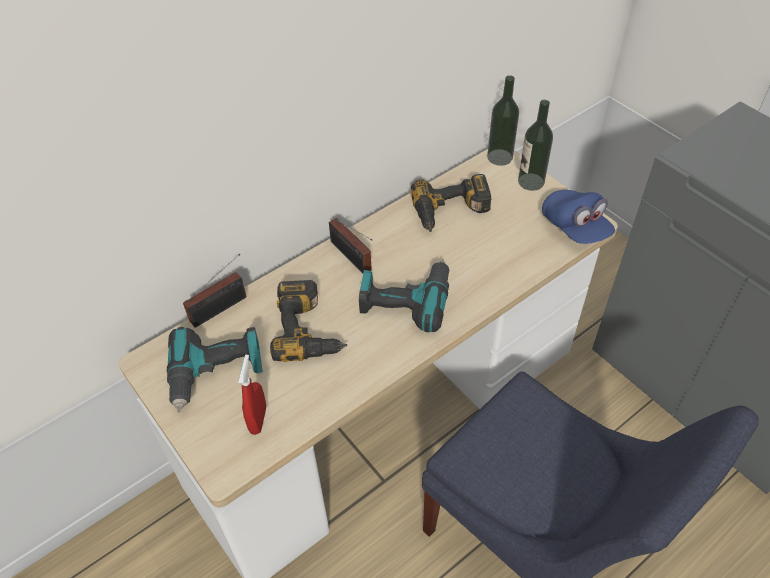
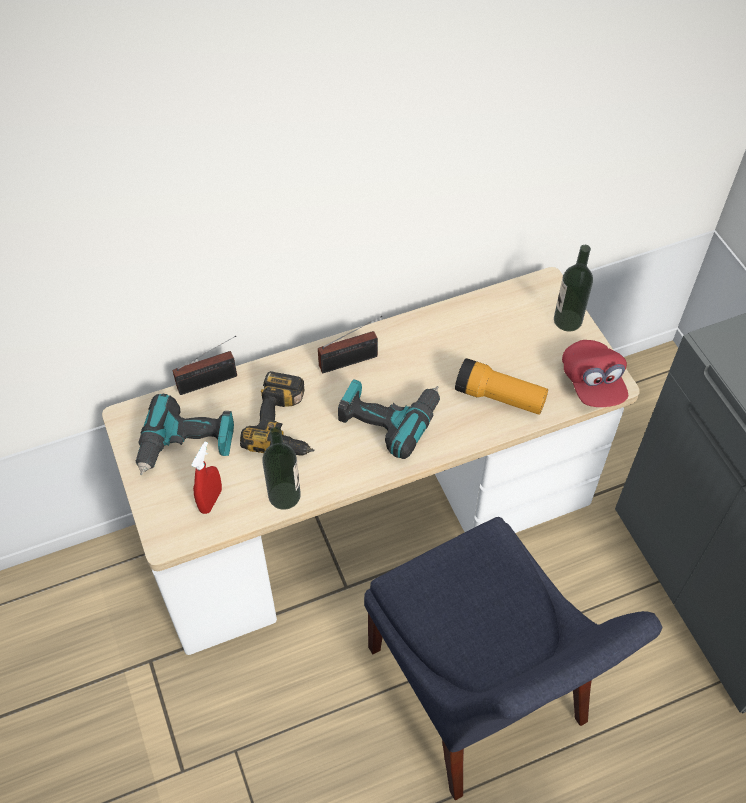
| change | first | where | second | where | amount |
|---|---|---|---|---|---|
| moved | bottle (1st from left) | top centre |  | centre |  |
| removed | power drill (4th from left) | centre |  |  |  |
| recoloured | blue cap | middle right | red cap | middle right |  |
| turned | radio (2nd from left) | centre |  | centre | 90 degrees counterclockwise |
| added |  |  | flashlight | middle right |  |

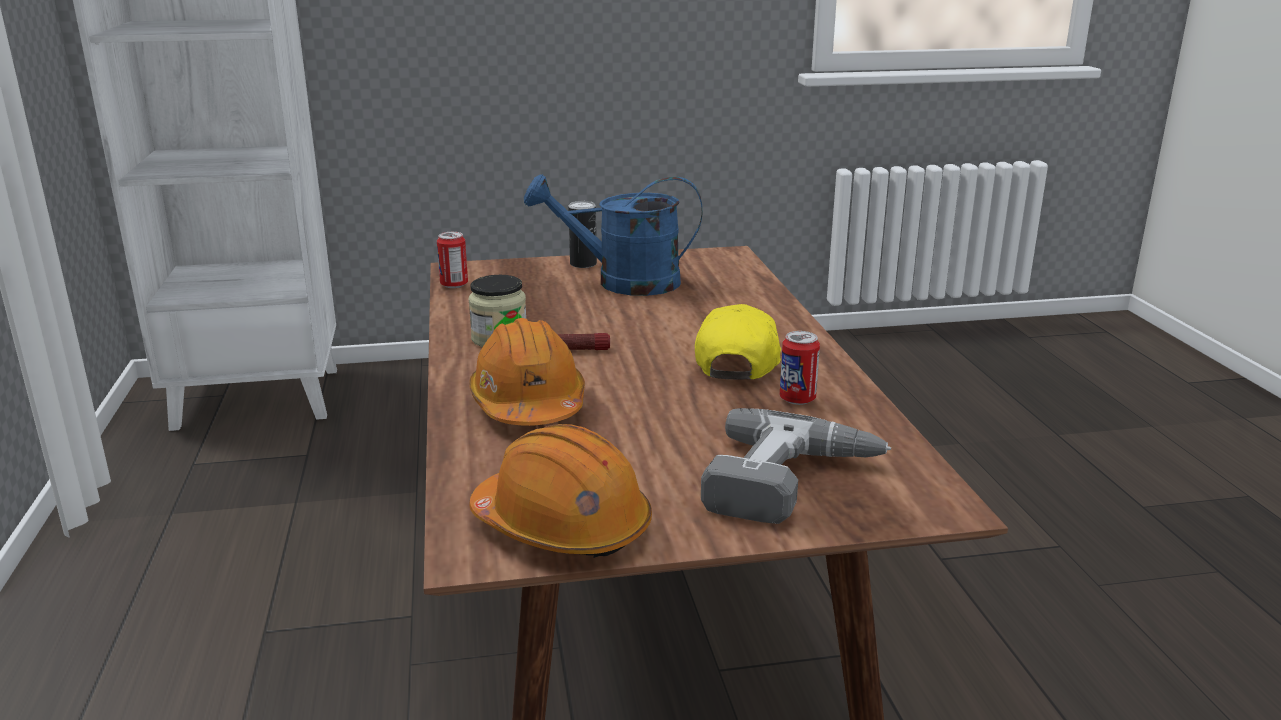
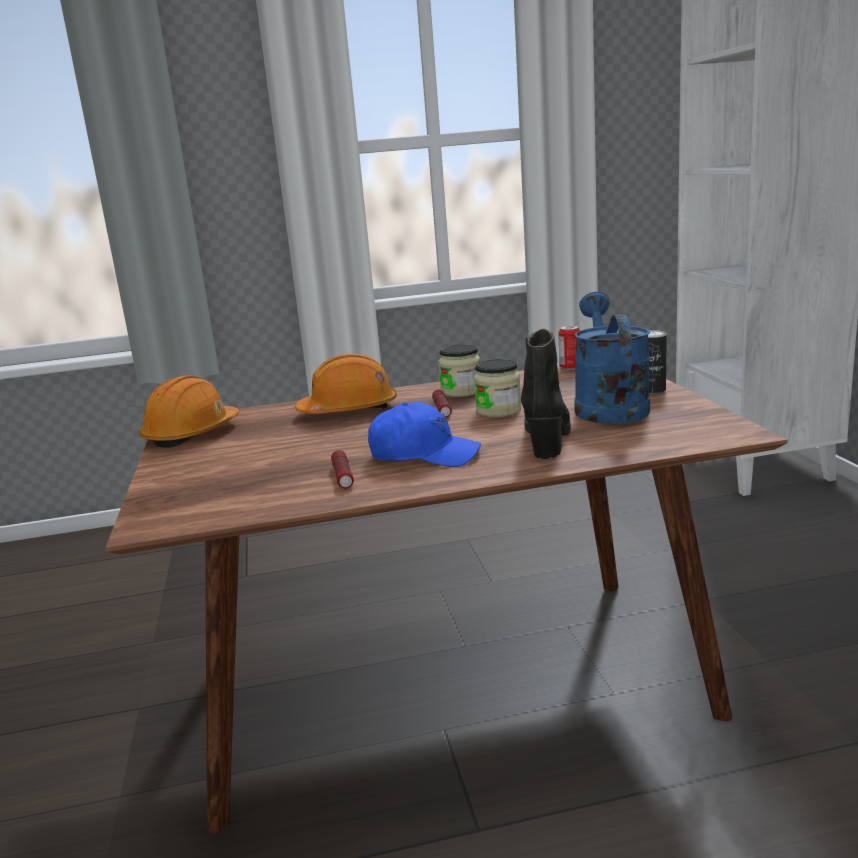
| change | first | where | second | where | amount |
|---|---|---|---|---|---|
| recoloured | yellow cap | centre | blue cap | centre |  |
| replaced | can (3rd from left) | centre | flashlight (1st from left) | centre |  |
| removed | power drill | centre |  |  |  |
| added |  |  | black boot | centre |  |
| added |  |  | jar (2nd from left) | centre |  |

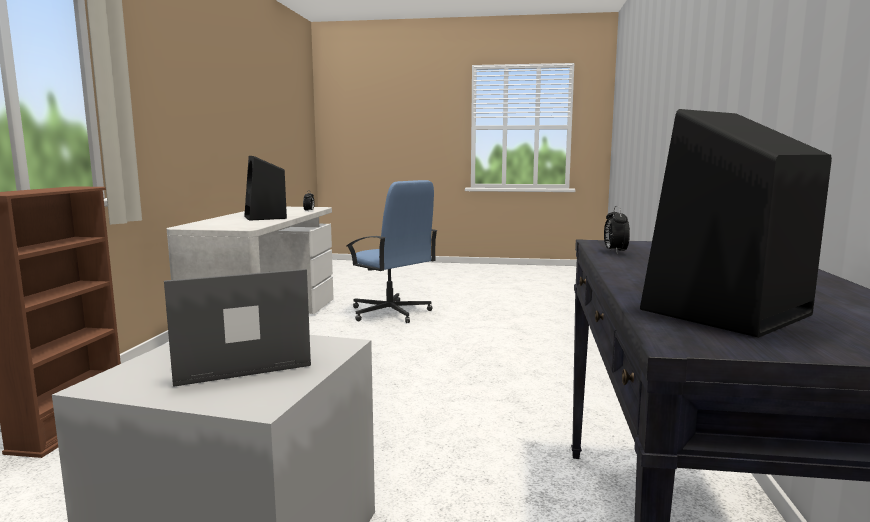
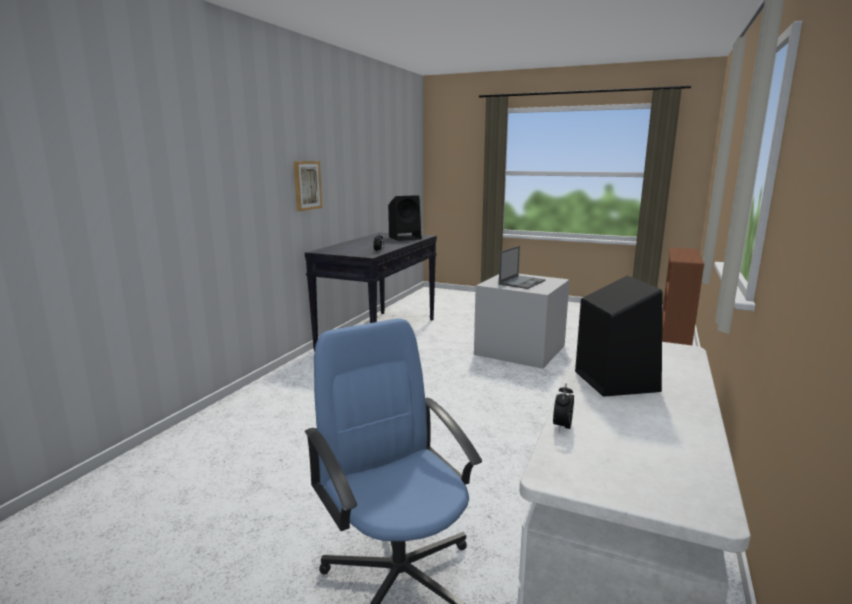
| change | first | where | second | where | amount |
|---|---|---|---|---|---|
| turned | laptop | middle left |  | centre | 45 degrees counterclockwise |
| added |  |  | picture | top centre |  |

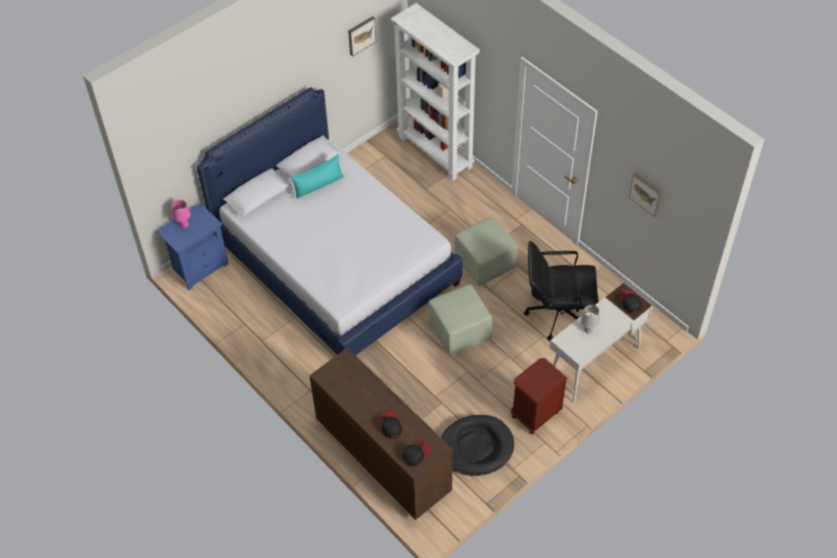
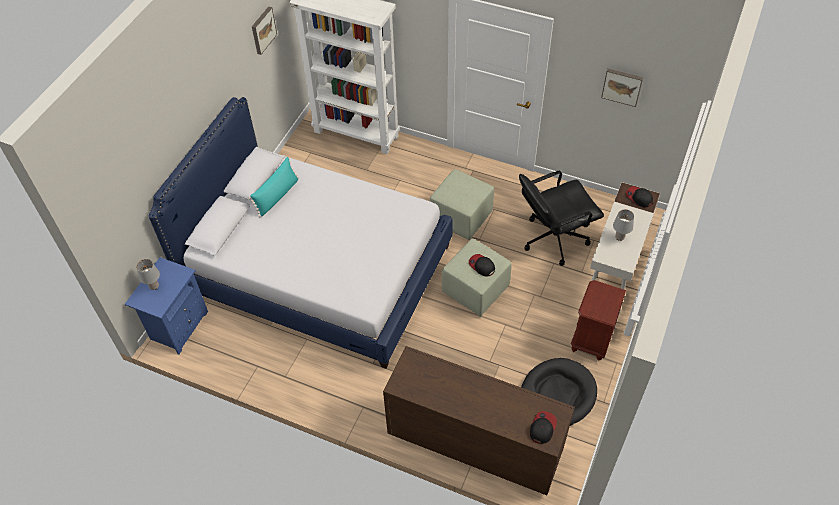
| change | first | where | second | where | amount |
|---|---|---|---|---|---|
| recoloured | pink table lamp | middle left | grey table lamp (1st from left) | middle left |  |
| moved | cap (1st from left) | bottom centre |  | centre |  |

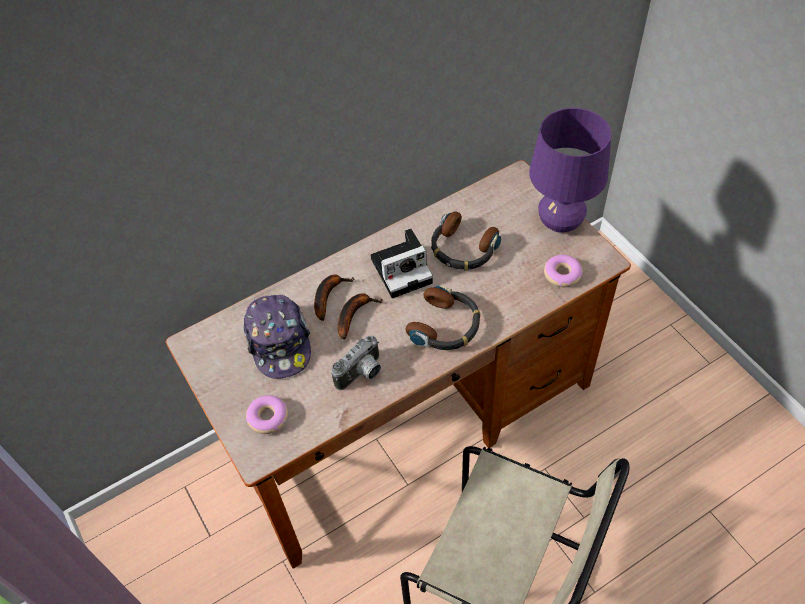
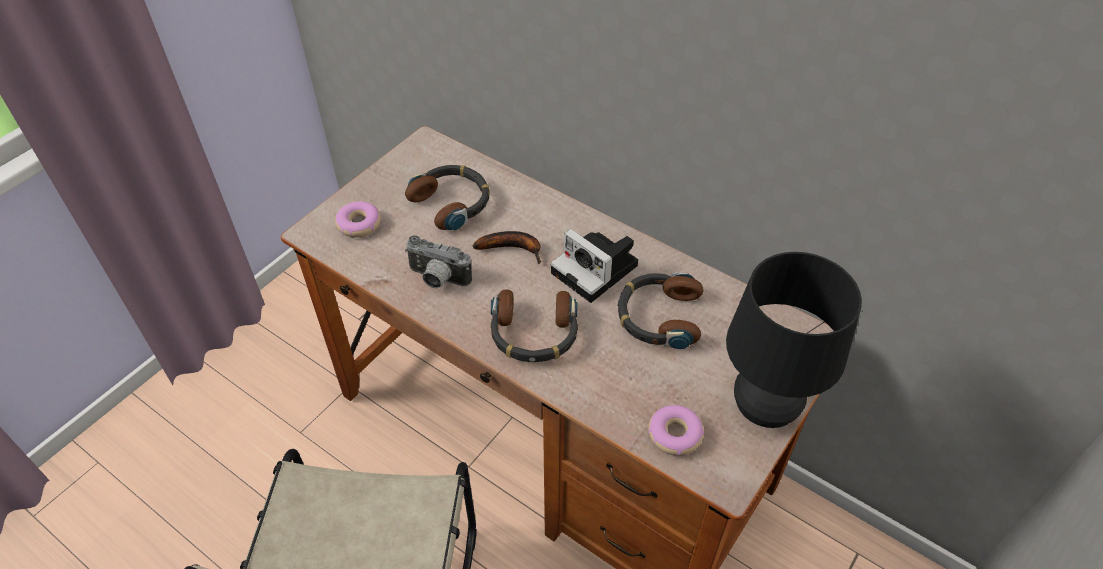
| change | first | where | second | where | amount |
|---|---|---|---|---|---|
| recoloured | purple table lamp | top right | black table lamp | middle right |  |
| removed | banana (1st from left) | centre |  |  |  |
| replaced | cap | centre | headphones (1st from left) | centre |  |

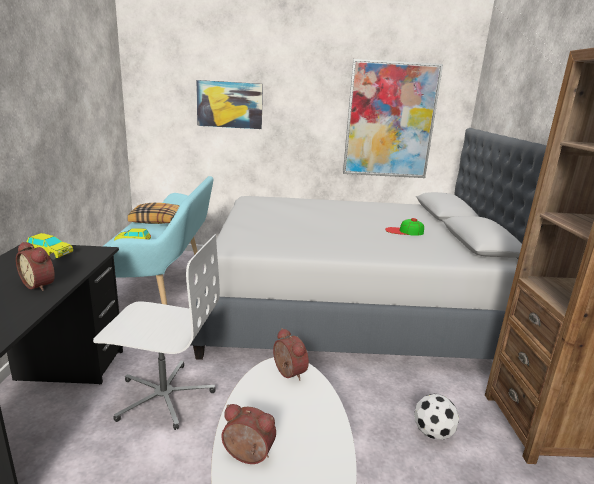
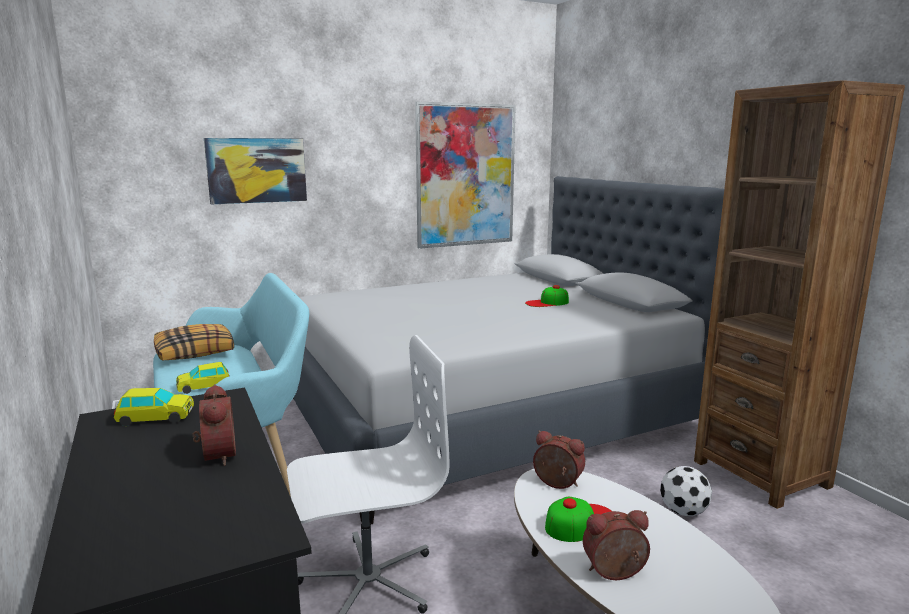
| change | first | where | second | where | amount |
|---|---|---|---|---|---|
| turned | alarm clock (1st from left) | middle left |  | bottom left | 120 degrees counterclockwise |
| added |  |  | cap (2nd from left) | bottom centre |  |

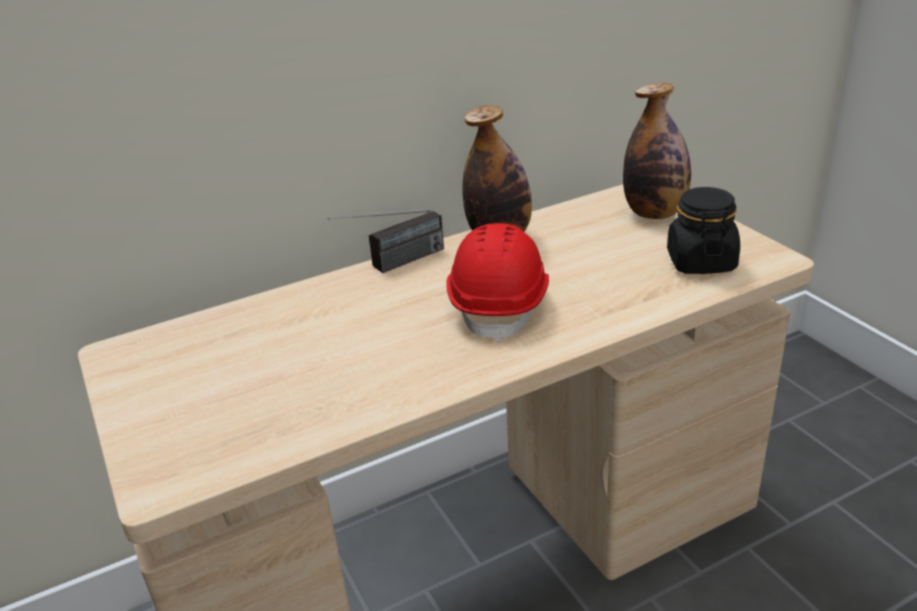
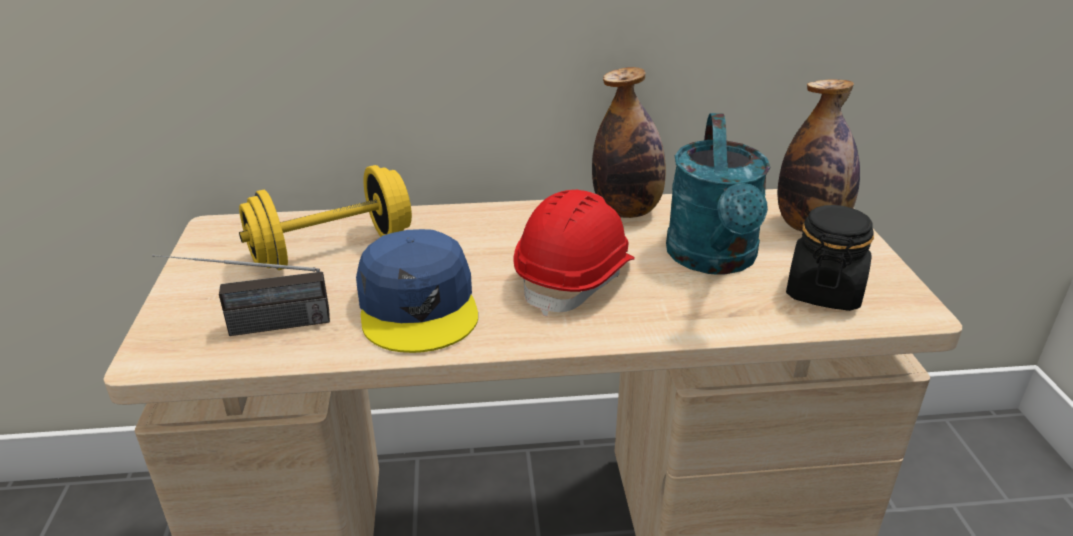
| change | first | where | second | where | amount |
|---|---|---|---|---|---|
| moved | radio | centre |  | middle left |  |
| added |  |  | turquoise watering can | middle right |  |
| added |  |  | yellow dumbbell | middle left |  |
| added |  |  | blue cap | centre |  |

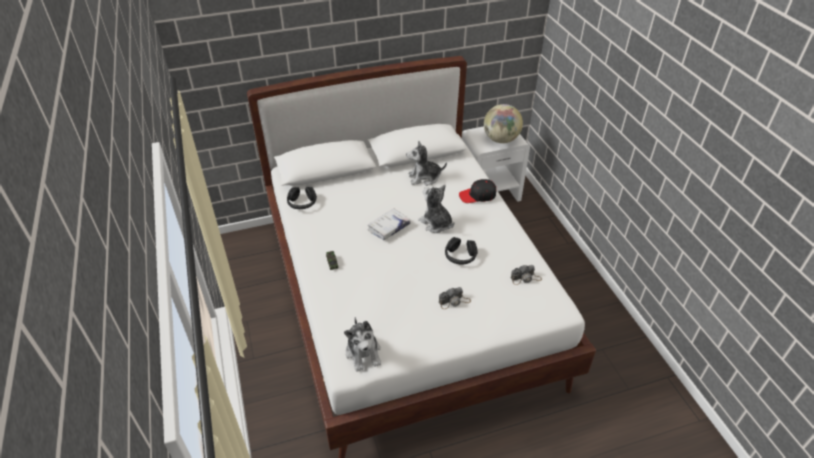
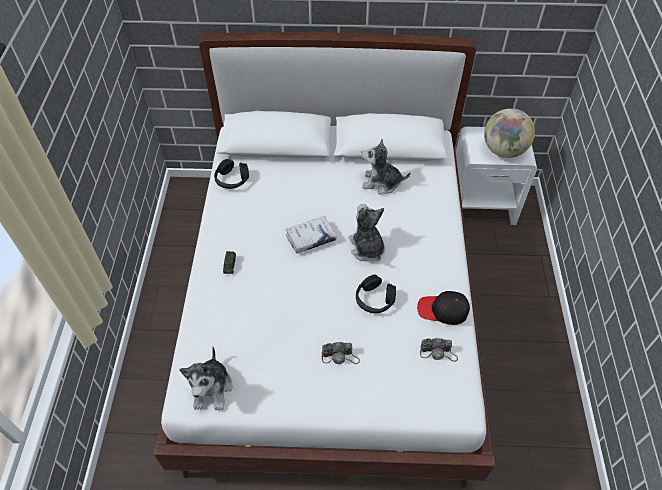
| change | first | where | second | where | amount |
|---|---|---|---|---|---|
| moved | black cap | centre |  | middle right |  |

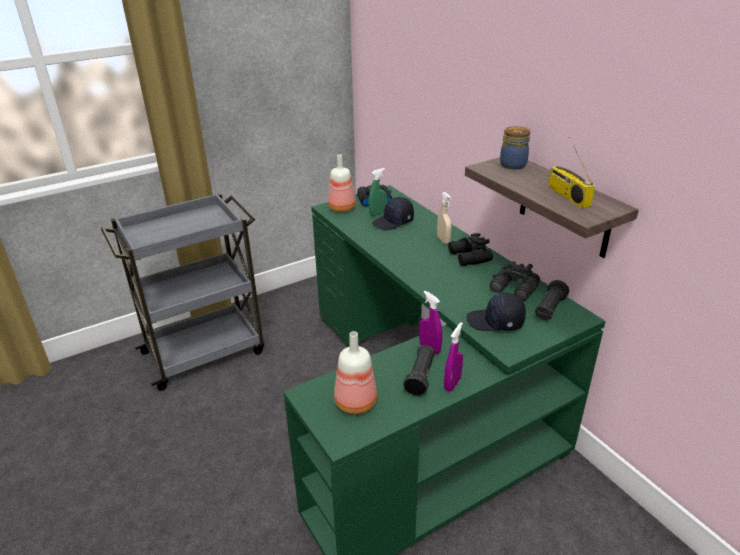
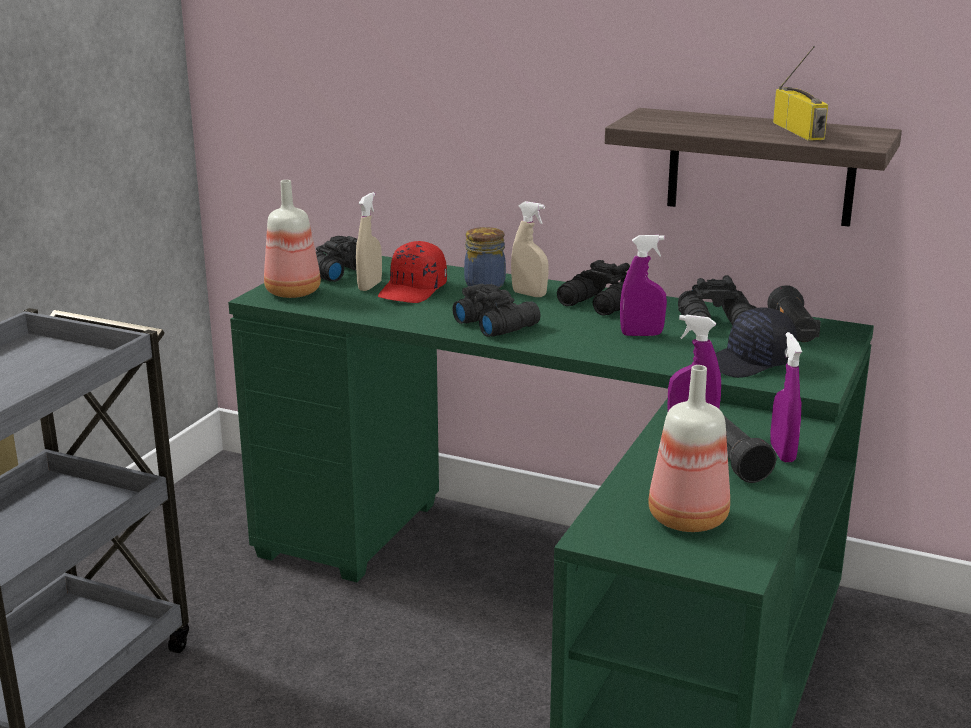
| change | first | where | second | where | amount |
|---|---|---|---|---|---|
| moved | jar | top right |  | centre |  |
| turned | radio | top right |  | top right | 135 degrees counterclockwise |
| recoloured | green spray bottle | centre | beige spray bottle (1st from left) | top centre |  |
| recoloured | black cap (1st from left) | centre | red cap | centre |  |
| added |  |  | purple spray bottle (1st from left) | centre |  |
| added |  |  | black binoculars (2nd from left) | centre |  |

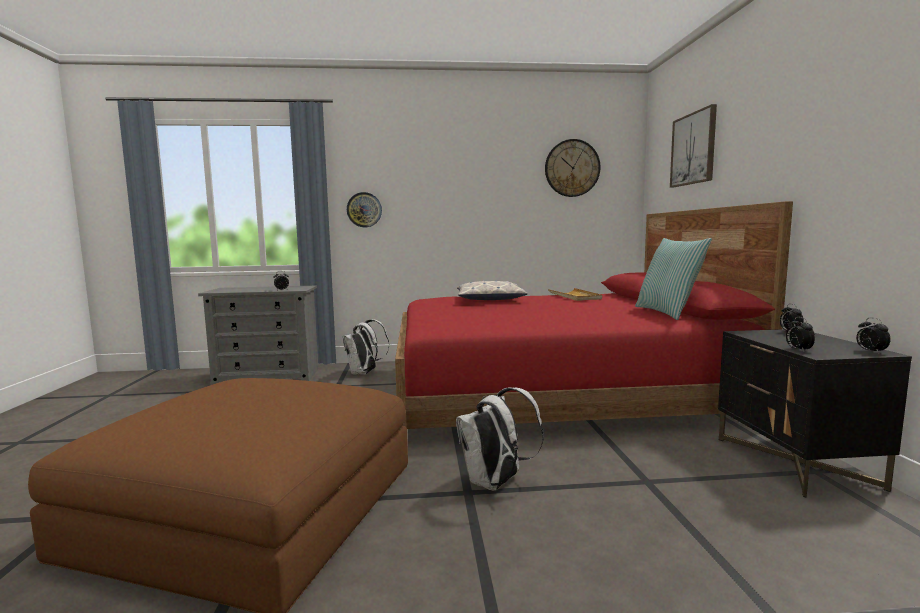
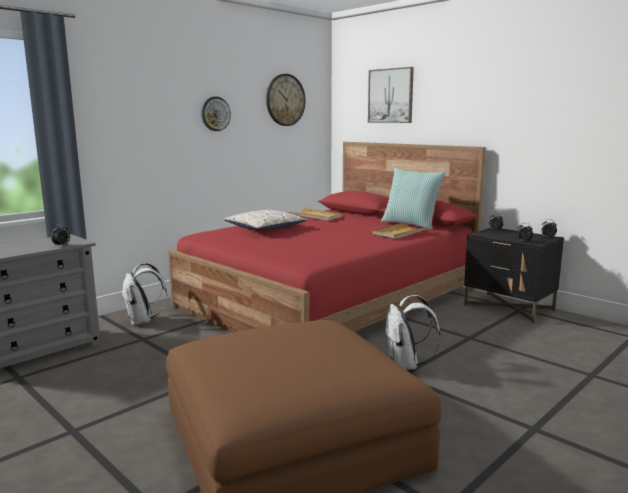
| change | first | where | second | where | amount |
|---|---|---|---|---|---|
| moved | wall clock (1st from left) | centre |  | top centre |  |
| added |  |  | beige tray (2nd from left) | centre |  |

